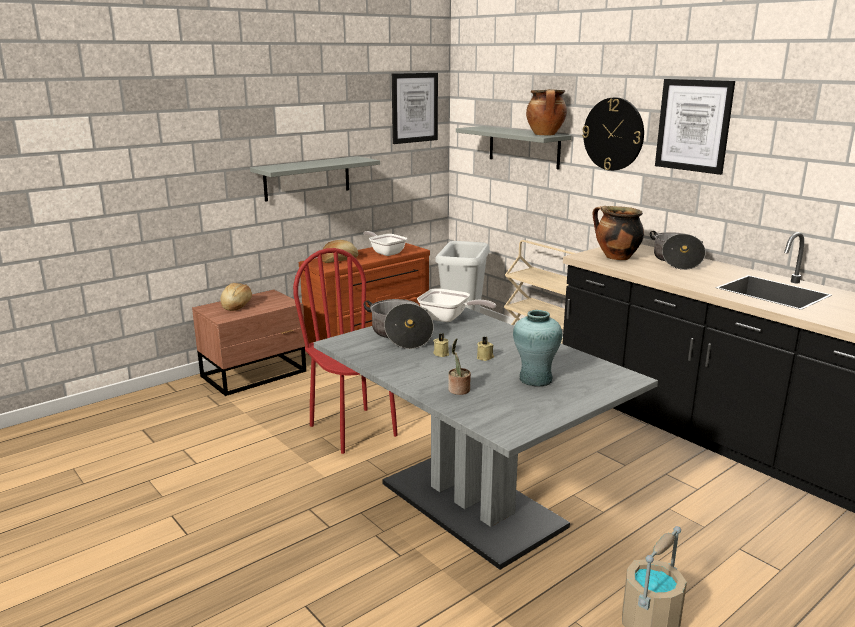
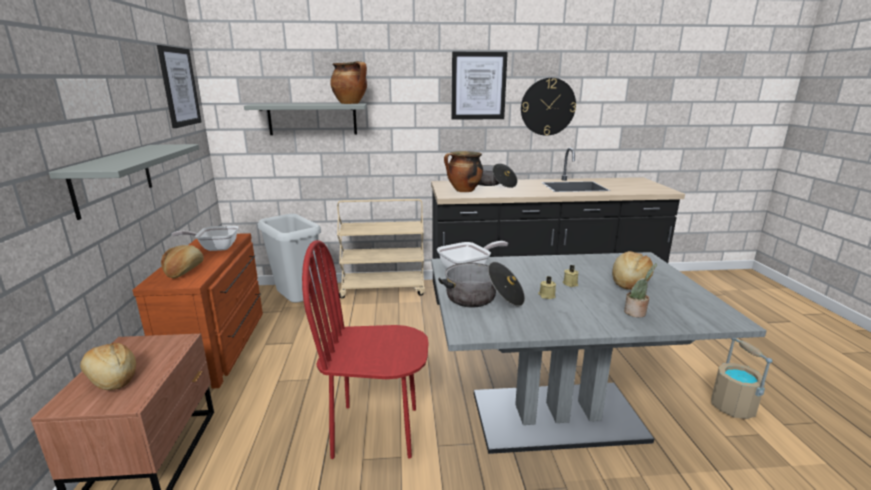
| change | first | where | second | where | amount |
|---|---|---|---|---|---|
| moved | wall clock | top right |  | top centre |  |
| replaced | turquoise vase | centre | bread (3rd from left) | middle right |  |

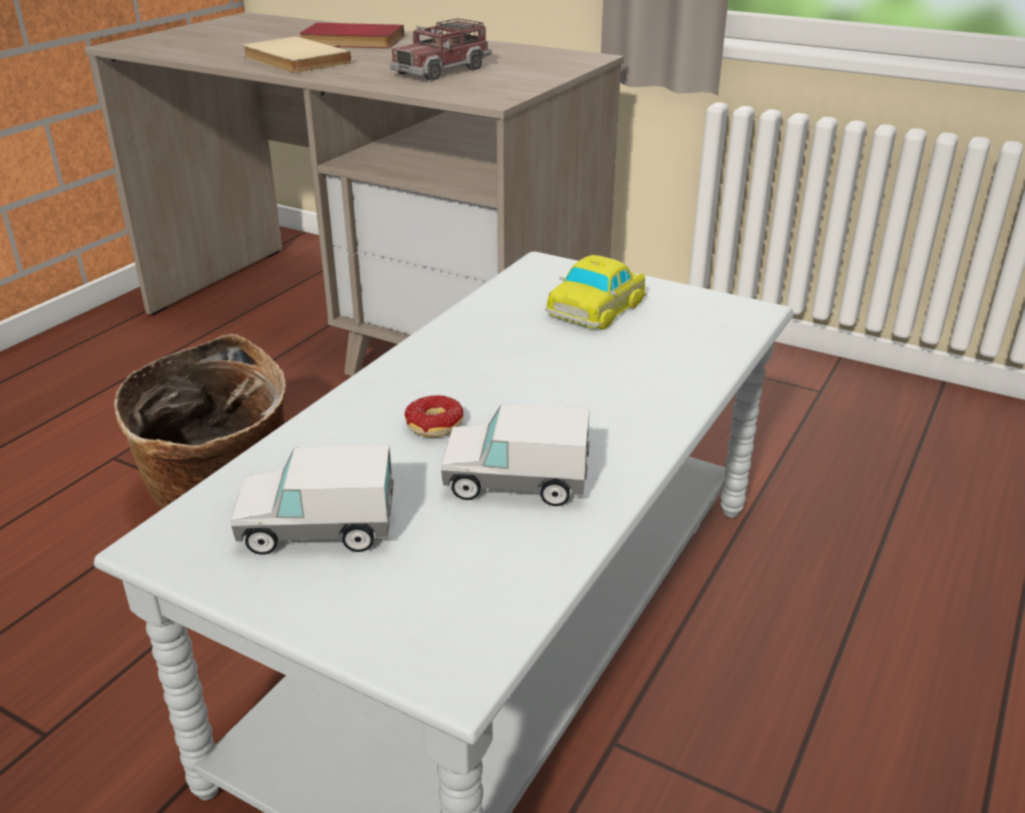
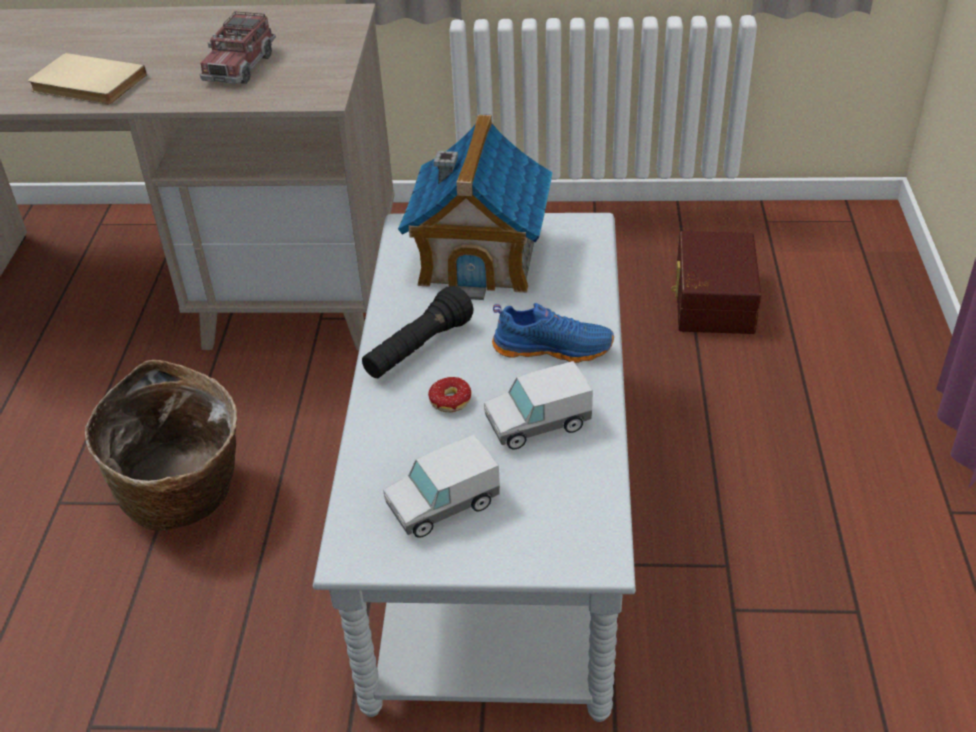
| change | first | where | second | where | amount |
|---|---|---|---|---|---|
| removed | red book | top centre |  |  |  |
| replaced | toy car | centre | toy house | top centre |  |
| added |  |  | brown storage box | middle right |  |
| added |  |  | black flashlight | centre |  |
| added |  |  | blue shoe | centre |  |

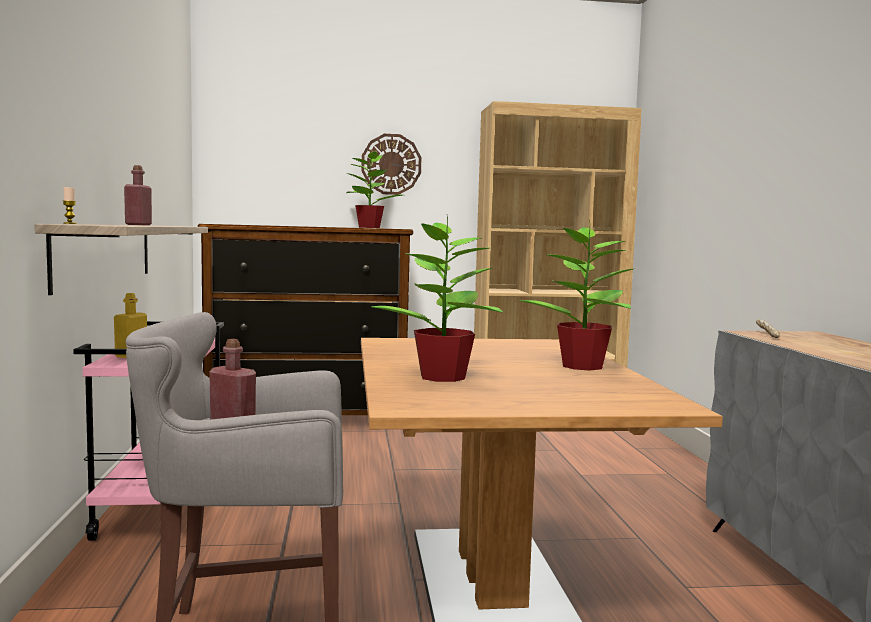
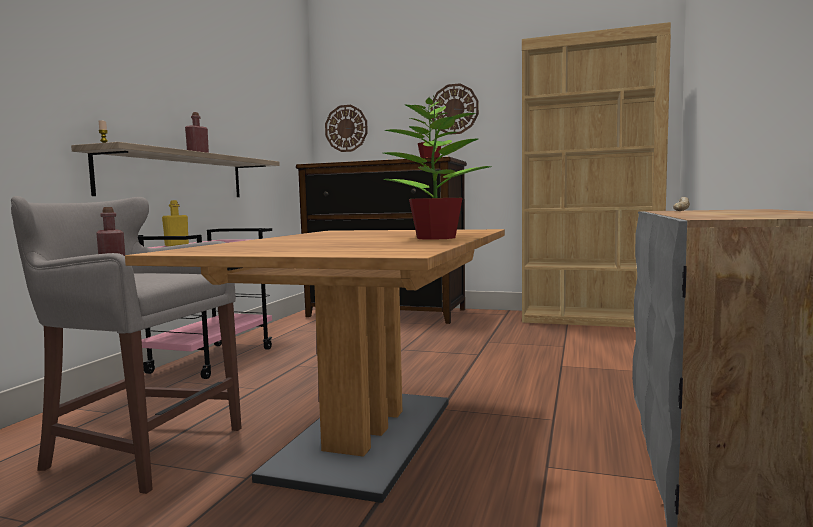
| change | first | where | second | where | amount |
|---|---|---|---|---|---|
| removed | potted plant (2nd from left) | centre |  |  |  |
| added |  |  | wall clock (1st from left) | top centre |  |

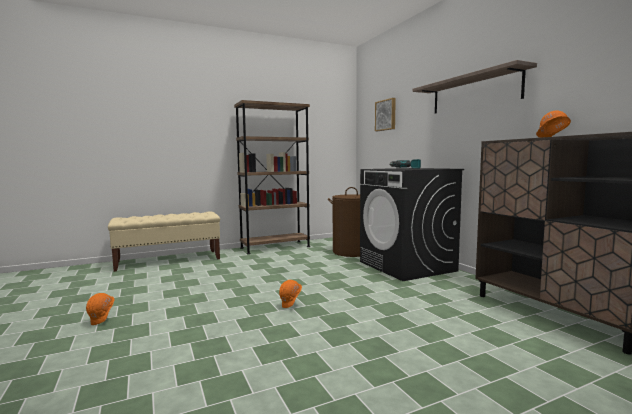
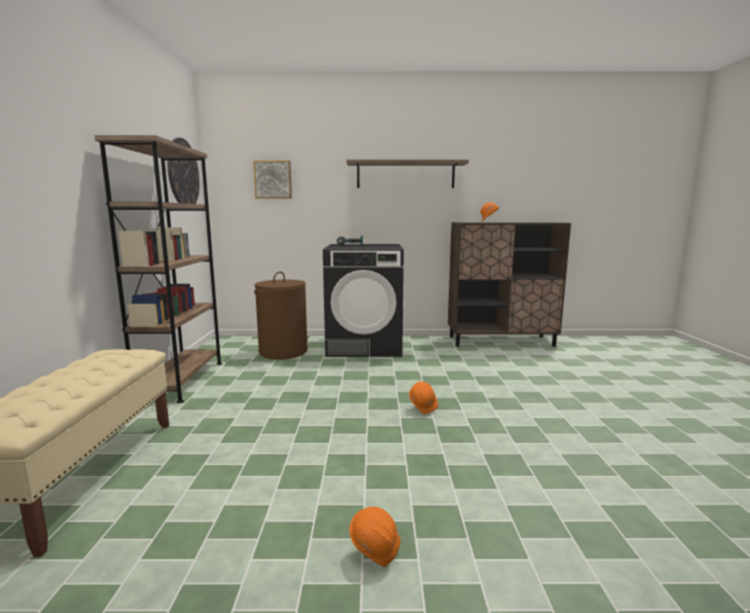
| change | first | where | second | where | amount |
|---|---|---|---|---|---|
| added |  |  | wall clock | top left |  |

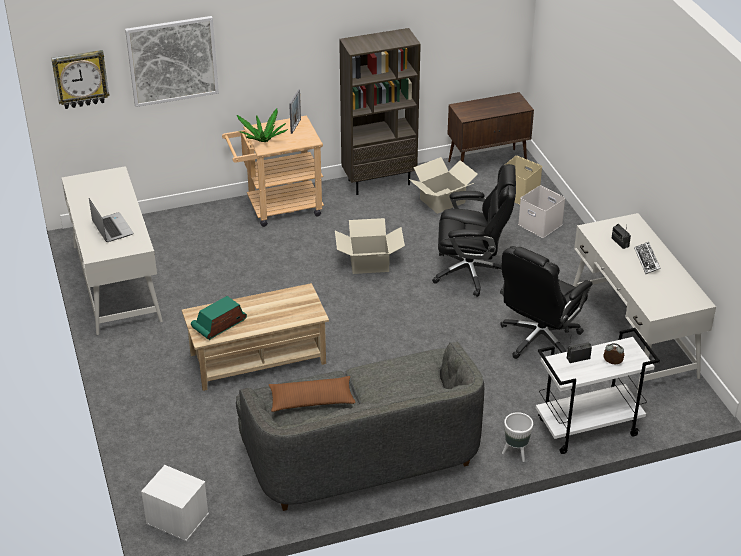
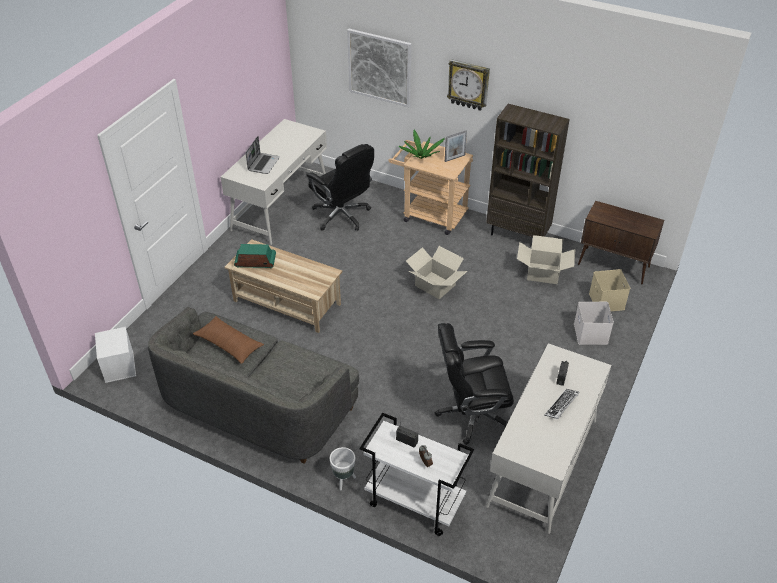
| change | first | where | second | where | amount |
|---|---|---|---|---|---|
| moved | wall clock | top left |  | top centre |  |
| moved | black office chair (1st from left) | centre |  | top centre |  |

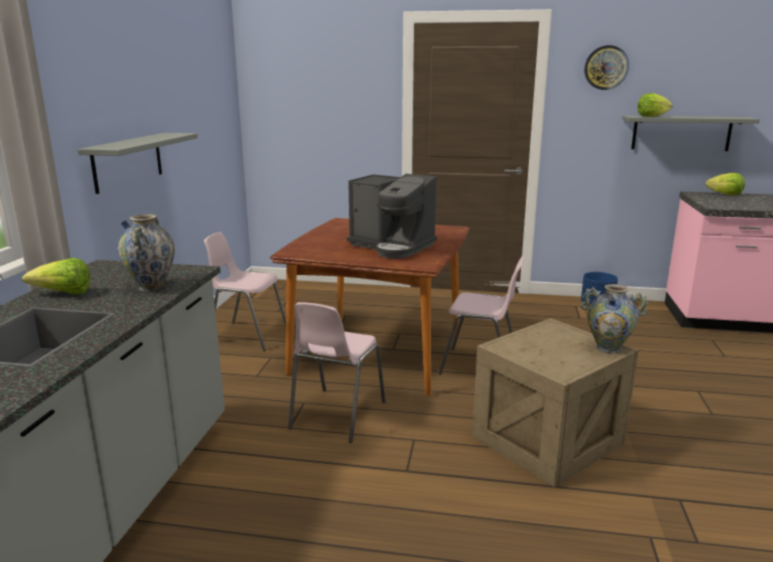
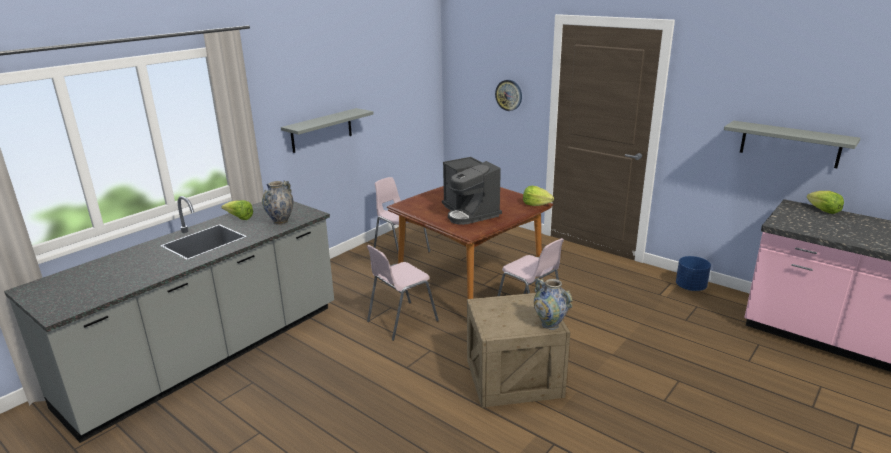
| change | first | where | second | where | amount |
|---|---|---|---|---|---|
| moved | wall clock | top right |  | top centre |  |
| moved | lettuce (2nd from left) | top right |  | centre |  |

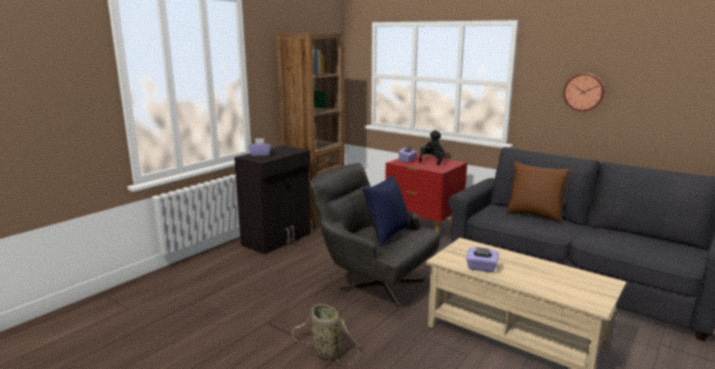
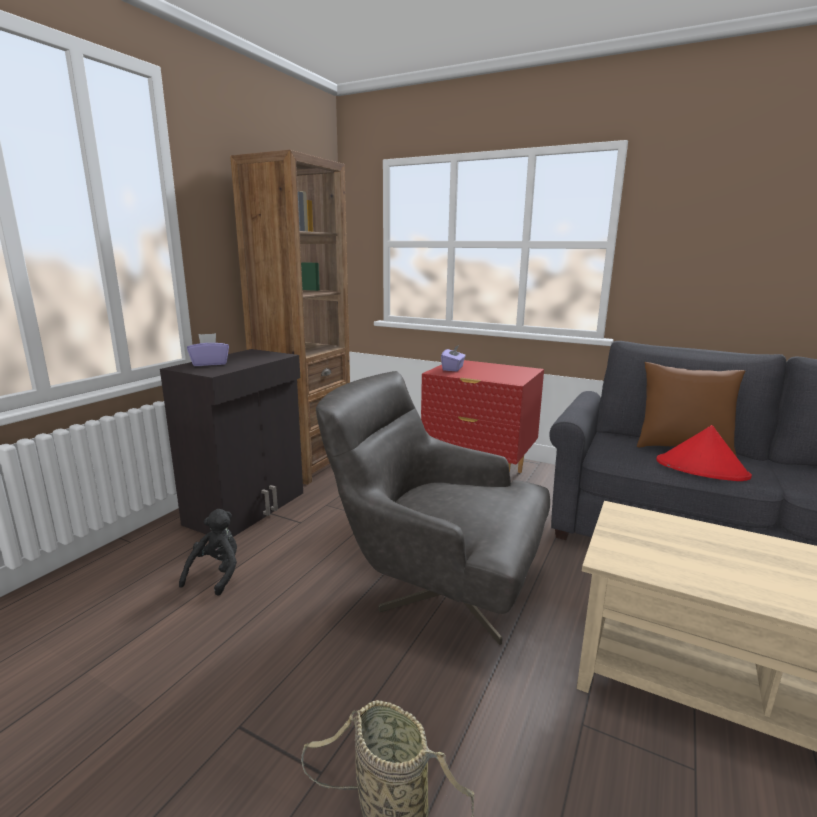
| change | first | where | second | where | amount |
|---|---|---|---|---|---|
| removed | wall clock | top right |  |  |  |
| moved | black plush toy | centre |  | bottom left |  |
| removed | blue pillow | centre |  |  |  |
| removed | purple tissue box (3rd from left) | bottom right |  |  |  |
| added |  |  | red hat | middle right |  |

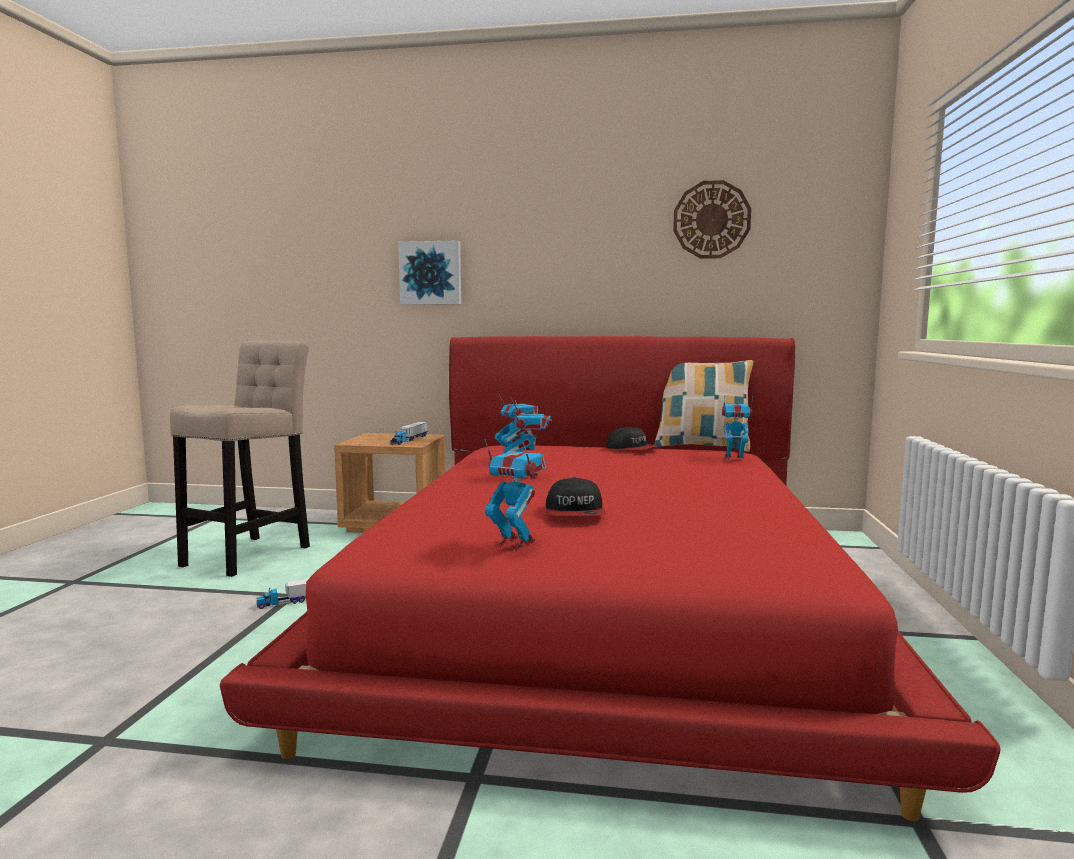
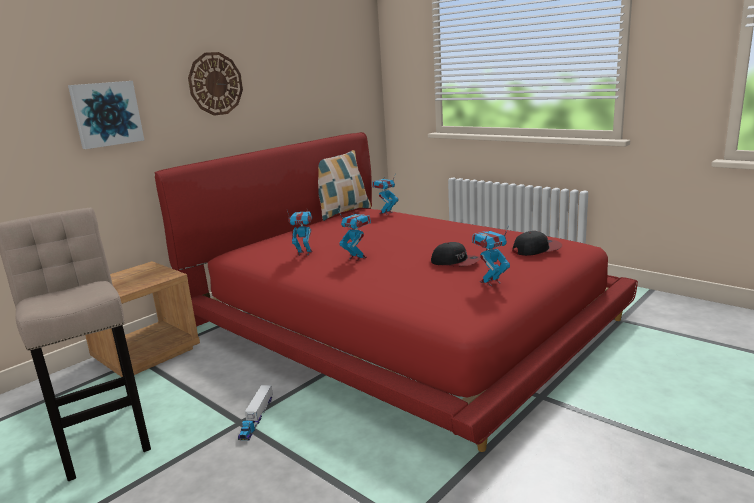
| change | first | where | second | where | amount |
|---|---|---|---|---|---|
| moved | wall clock | top centre |  | top left |  |
| removed | toy truck (2nd from left) | centre |  |  |  |
| moved | cap (2nd from left) | centre |  | middle right |  |

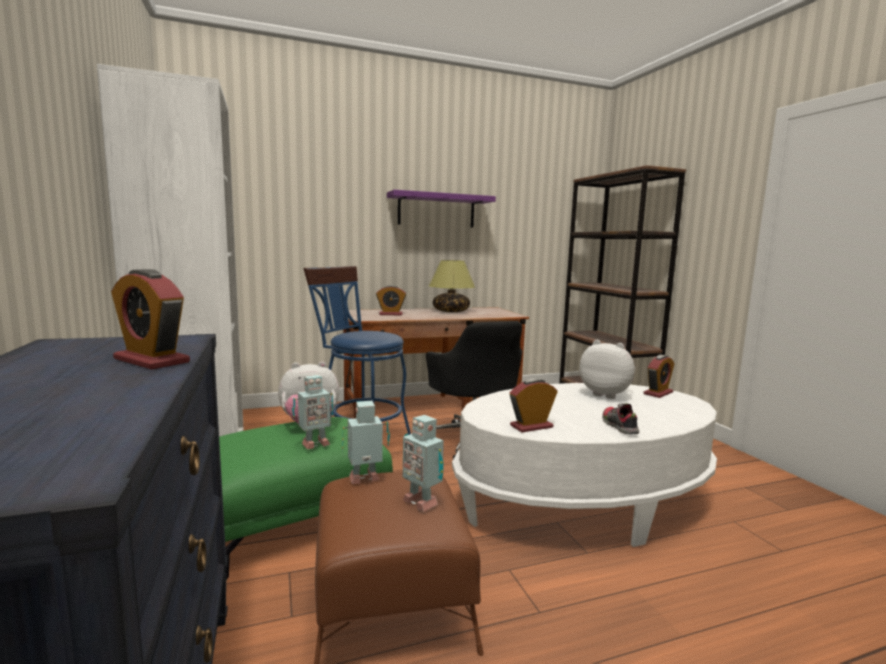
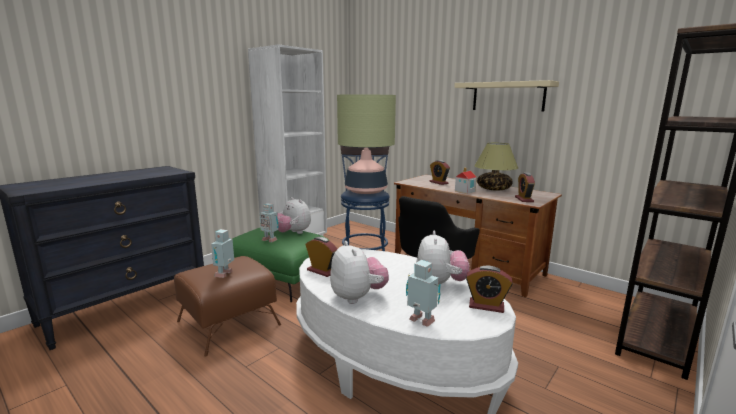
| change | first | where | second | where | amount |
|---|---|---|---|---|---|
| recoloured | purple shelf | top centre | beige shelf | top right |  |
| moved | alarm clock (1st from left in the first image) | middle left | alarm clock (4th from left) | middle right |  |
| moved | toy robot (2nd from left in the first image) | centre | toy robot (3rd from left) | bottom centre |  |
| replaced | shoe | middle right | plush toy (2nd from left) | centre |  |
| added |  |  | table lamp (1st from left) | centre |  |
| added |  |  | toy house | centre |  |

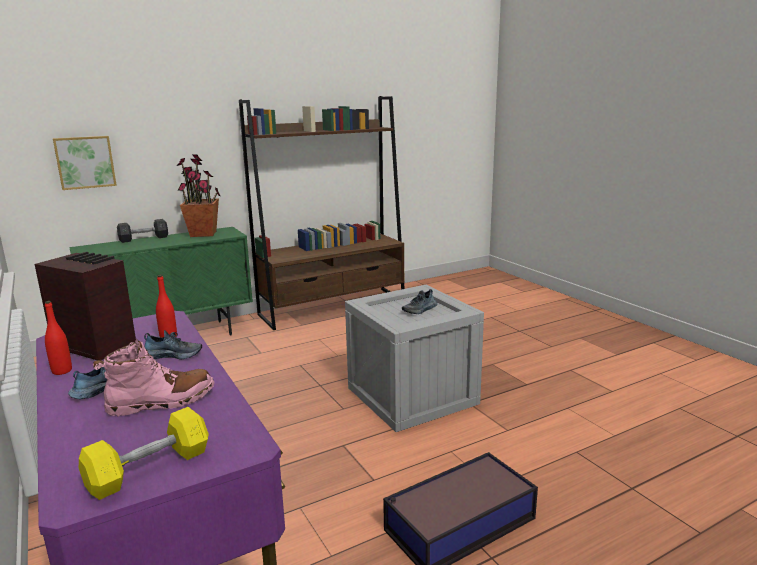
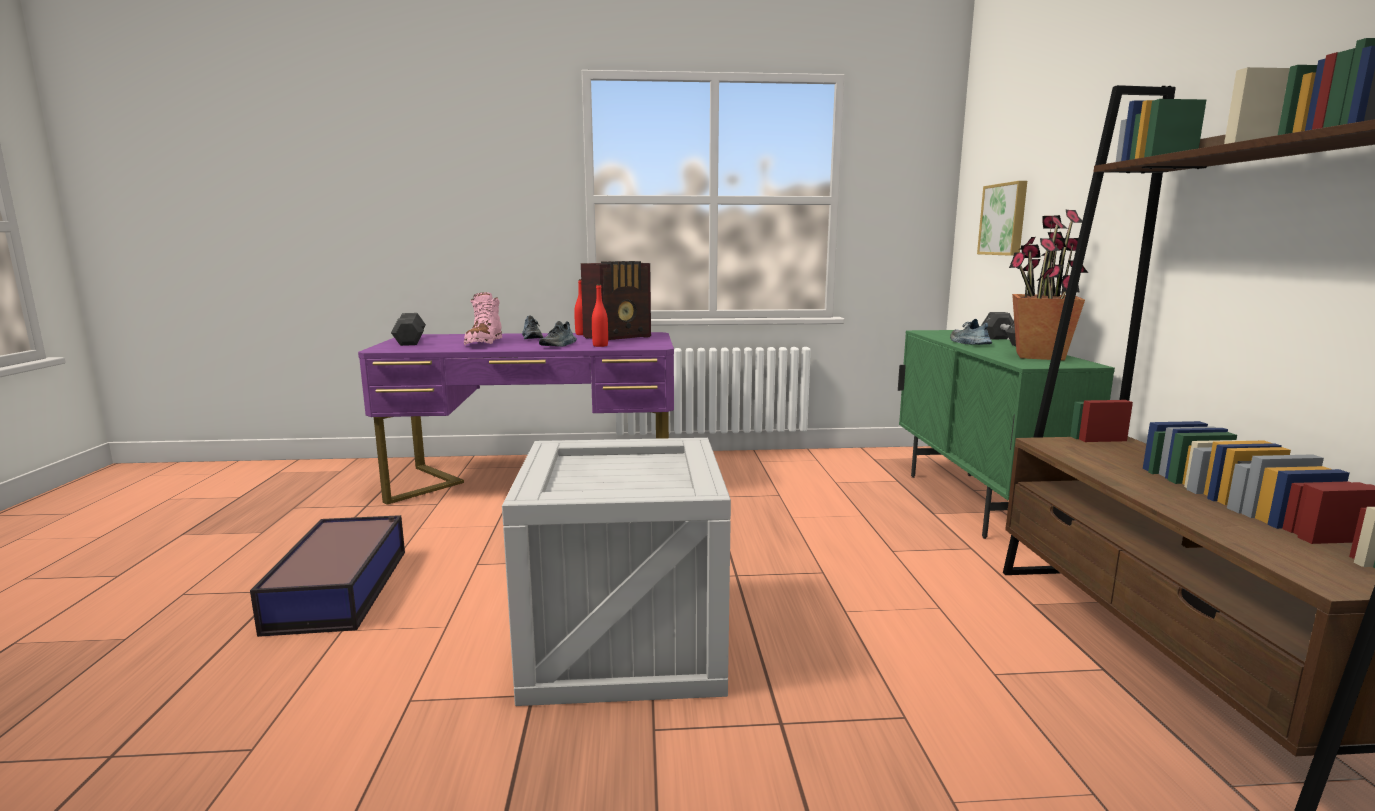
| change | first | where | second | where | amount |
|---|---|---|---|---|---|
| moved | shoe (3rd from left) | centre |  | middle right |  |
| recoloured | yellow dumbbell | bottom left | grey dumbbell (1st from left) | middle left |  |

